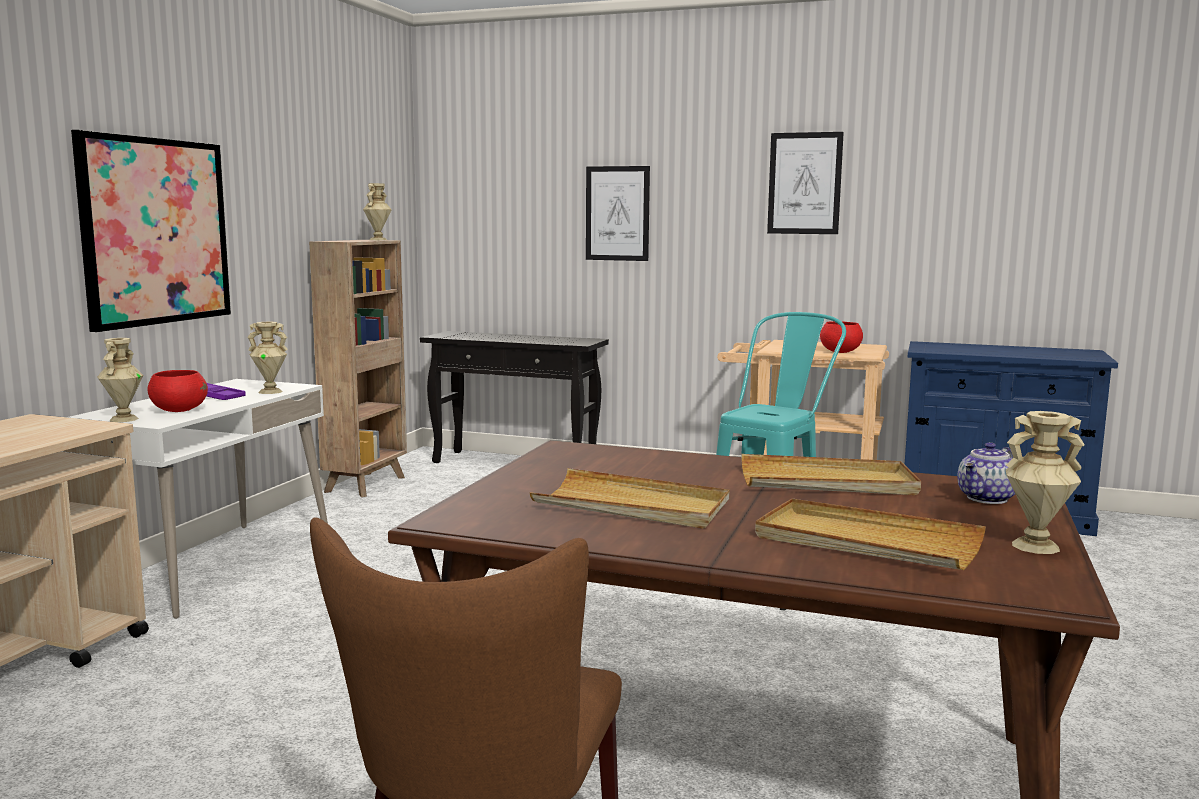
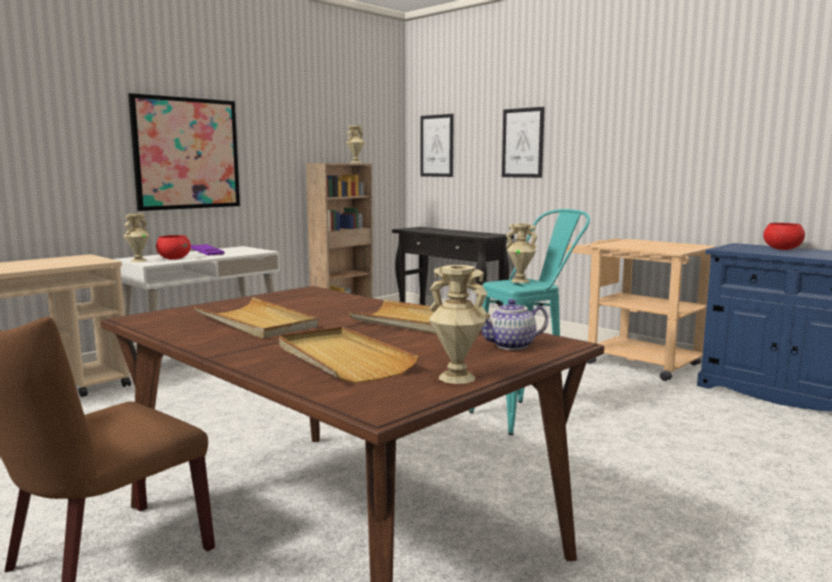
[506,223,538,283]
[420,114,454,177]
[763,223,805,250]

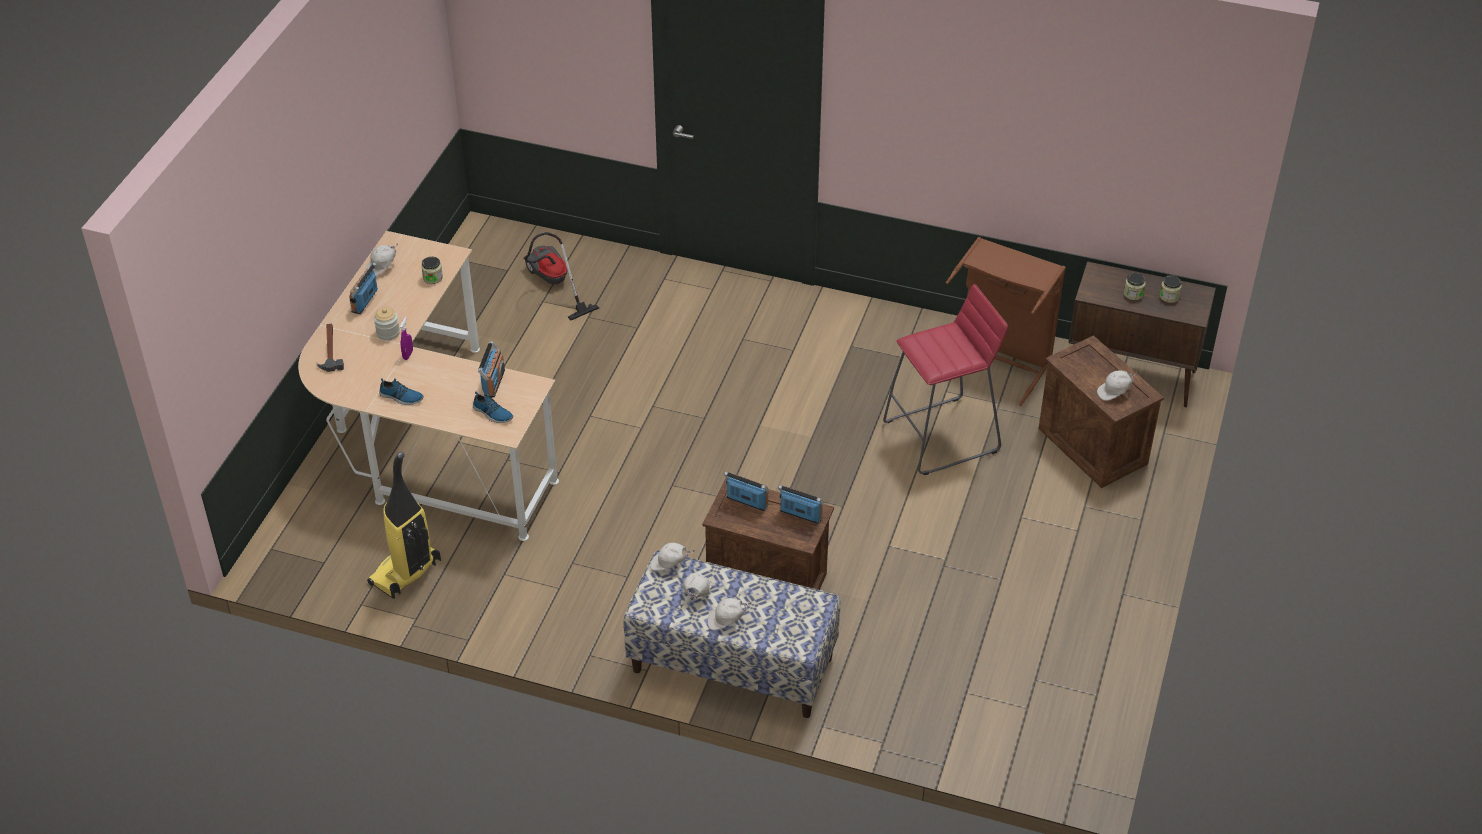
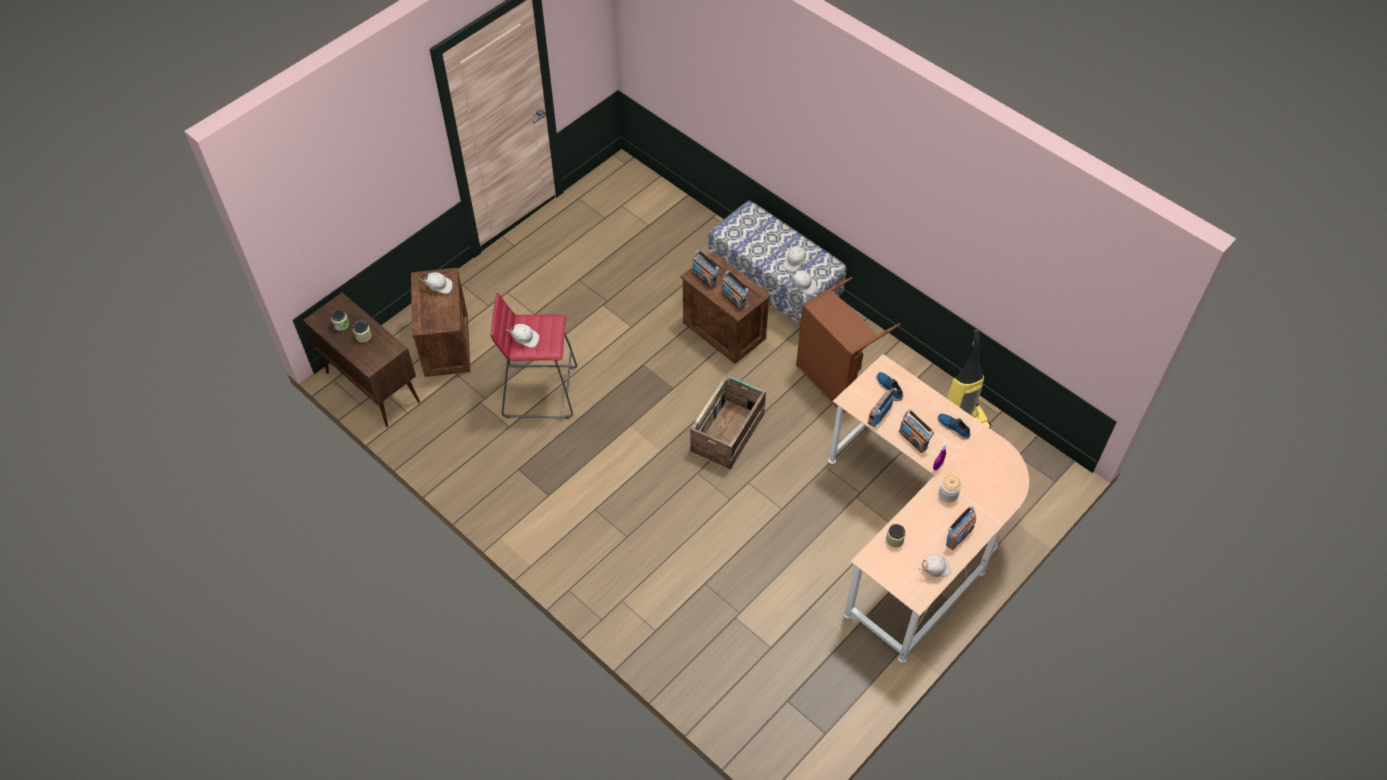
[317,324,344,372] (first image)
[523,232,599,321] (first image)
[690,374,766,469]
[899,409,934,453]
[505,324,539,348]
[796,277,900,413]

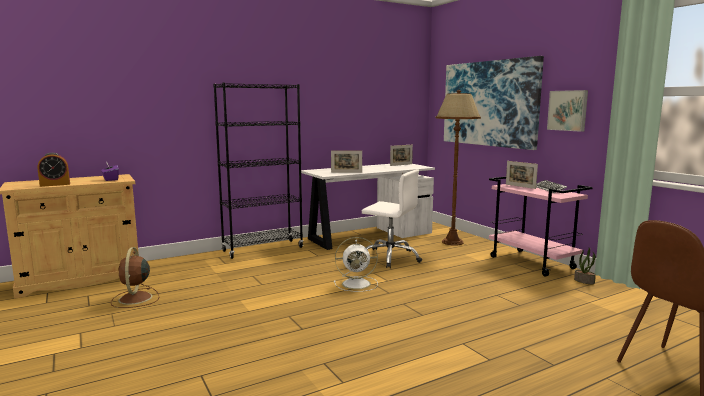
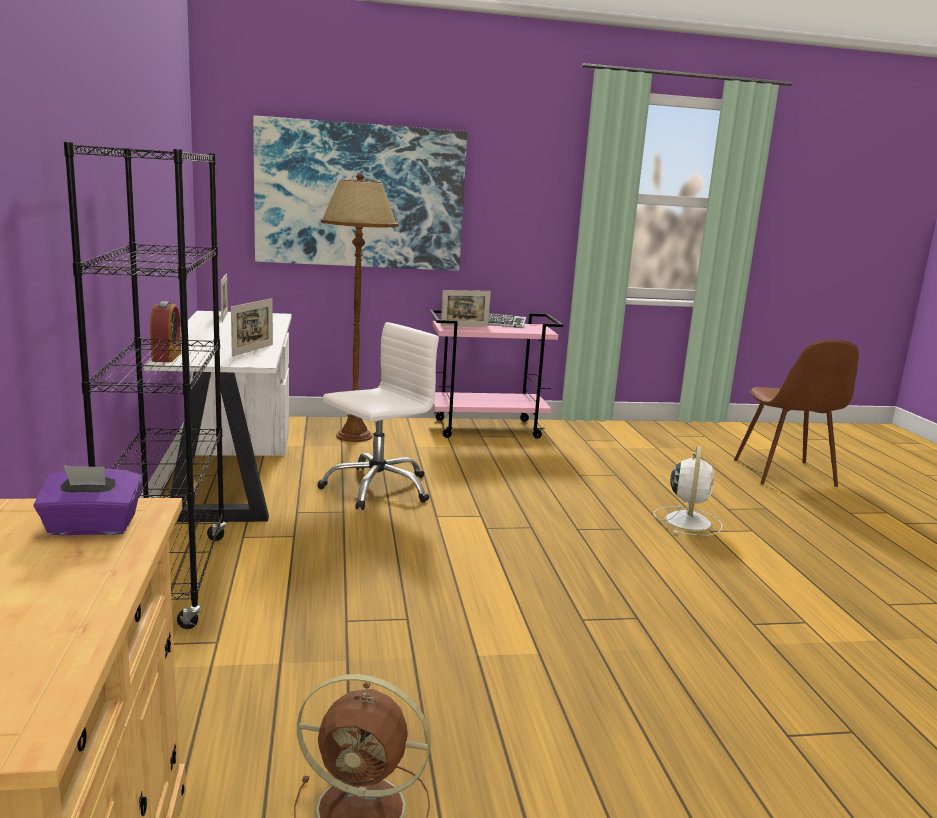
[547,90,588,132] (first image)
[574,248,596,284] (first image)
[150,301,181,362]
[654,446,722,536]

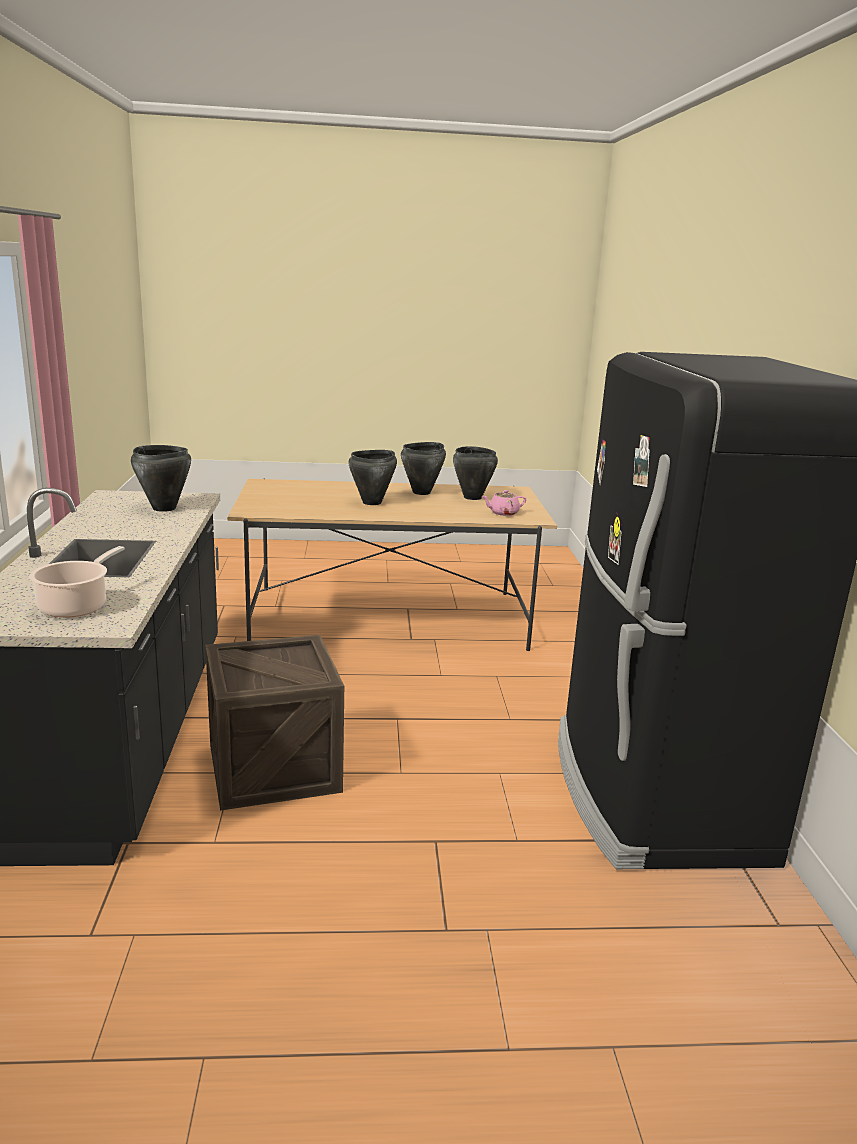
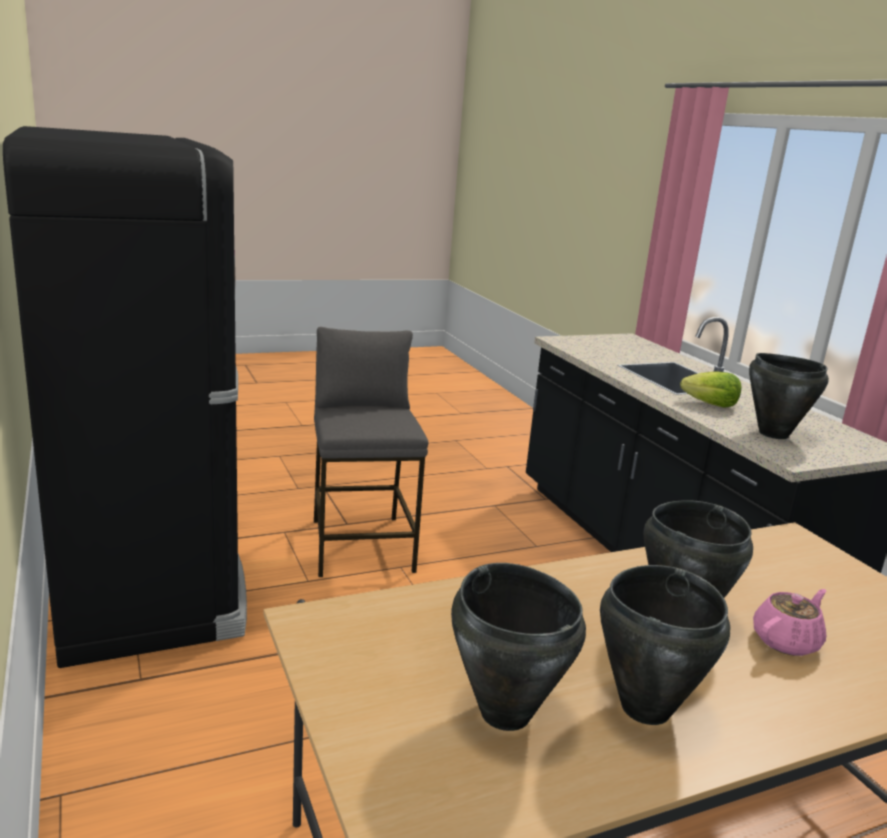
[29,546,125,618] (first image)
[205,635,344,811] (first image)
[314,327,429,577]
[680,371,742,408]
[753,589,826,656]

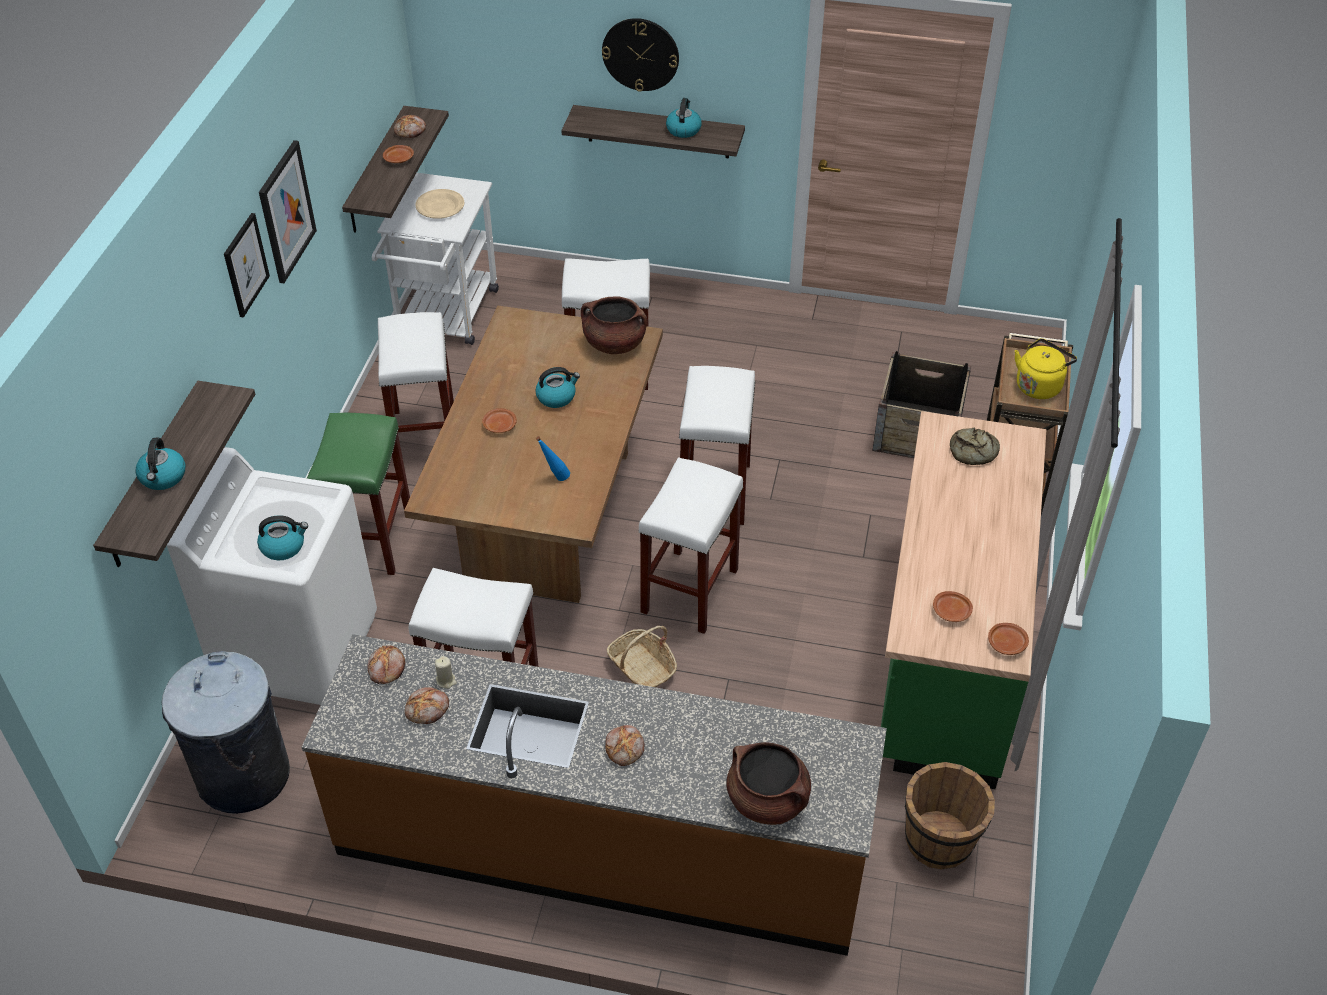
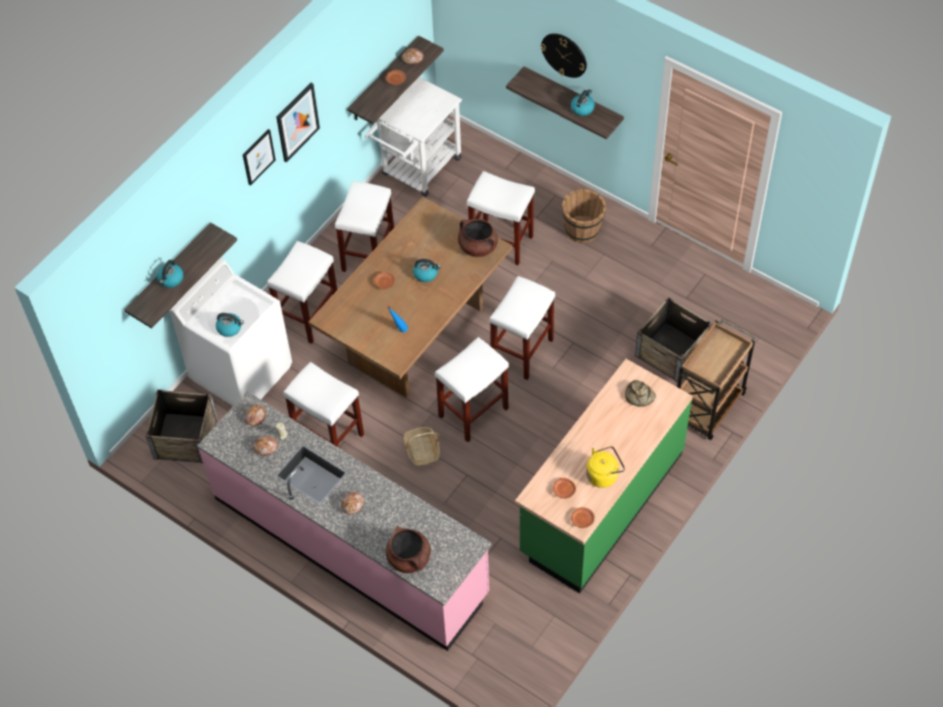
[415,189,464,219] (first image)
[562,189,607,243]
[586,446,625,488]
[145,390,218,463]
[197,391,492,651]
[267,241,337,344]

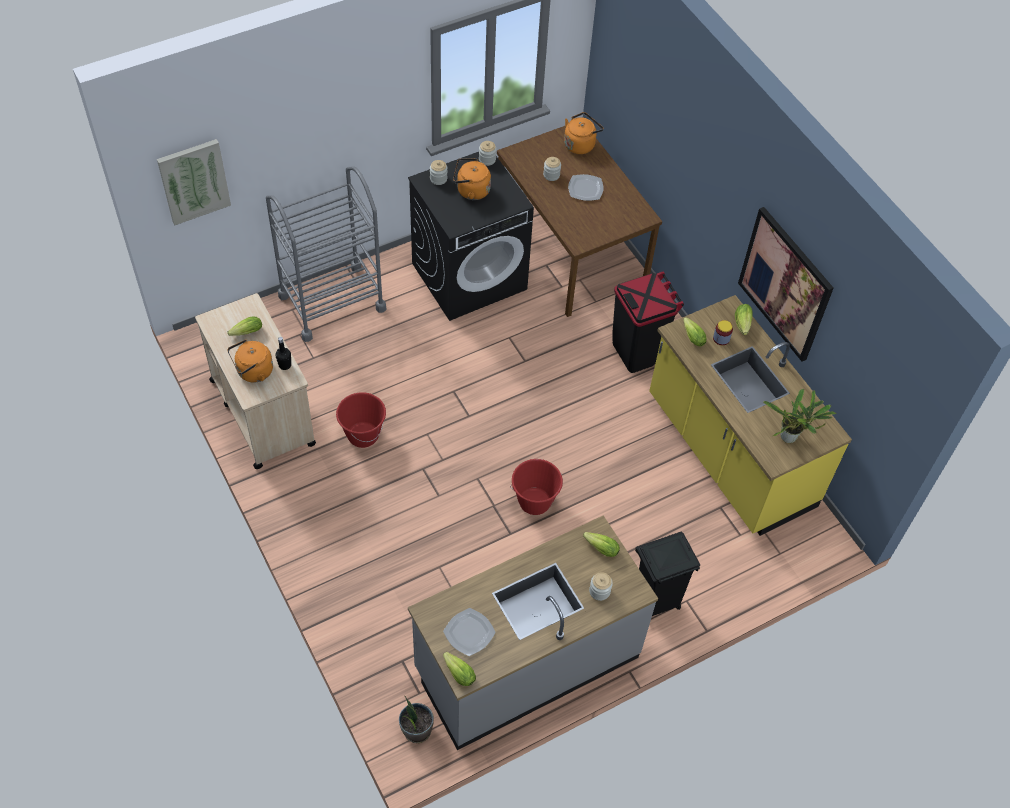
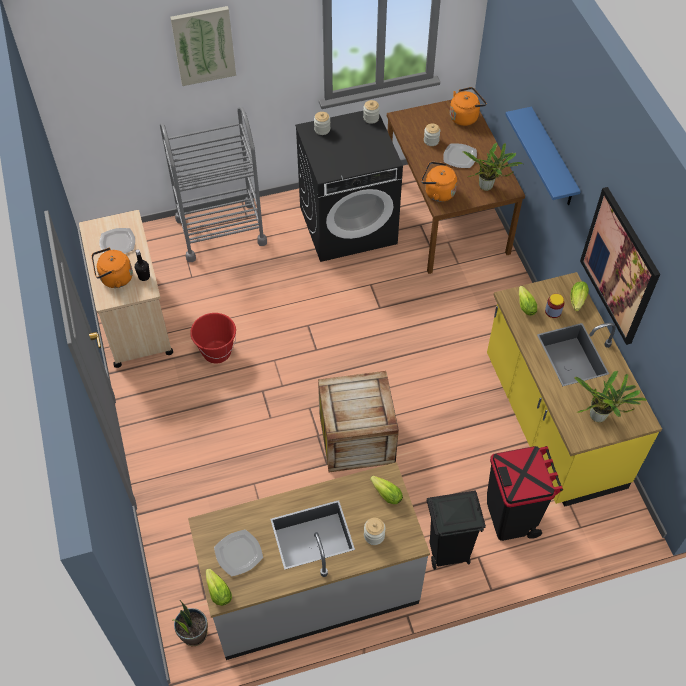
[462,143,523,191]
[505,107,581,205]
[170,6,236,86]
[421,162,457,202]
[487,446,563,541]
[99,228,135,254]
[318,371,399,473]

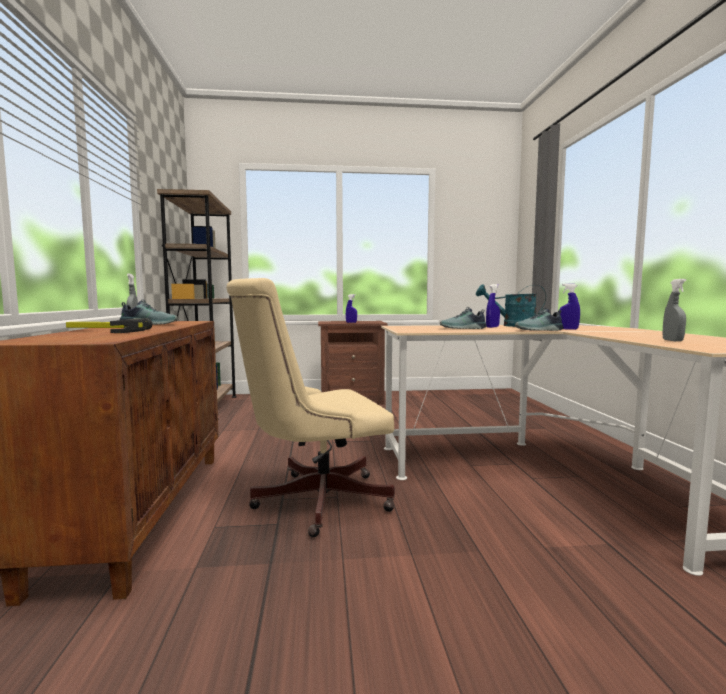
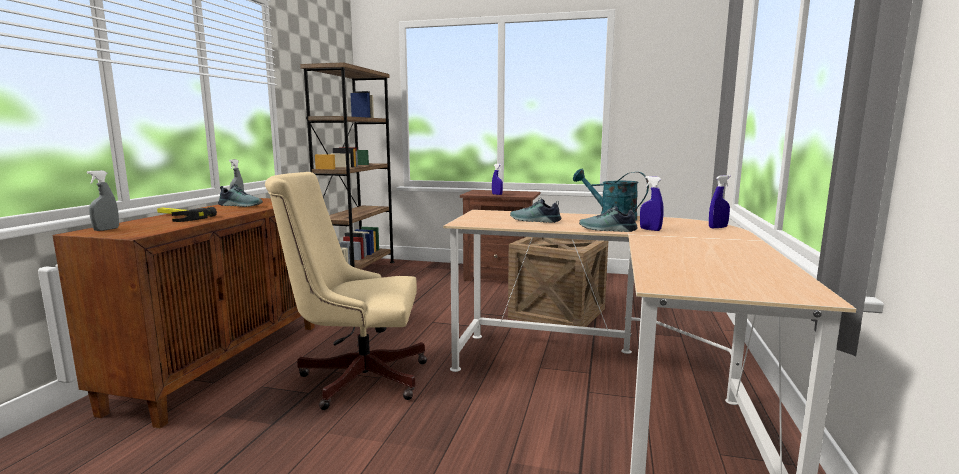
[508,237,608,327]
[709,175,731,228]
[87,170,119,231]

